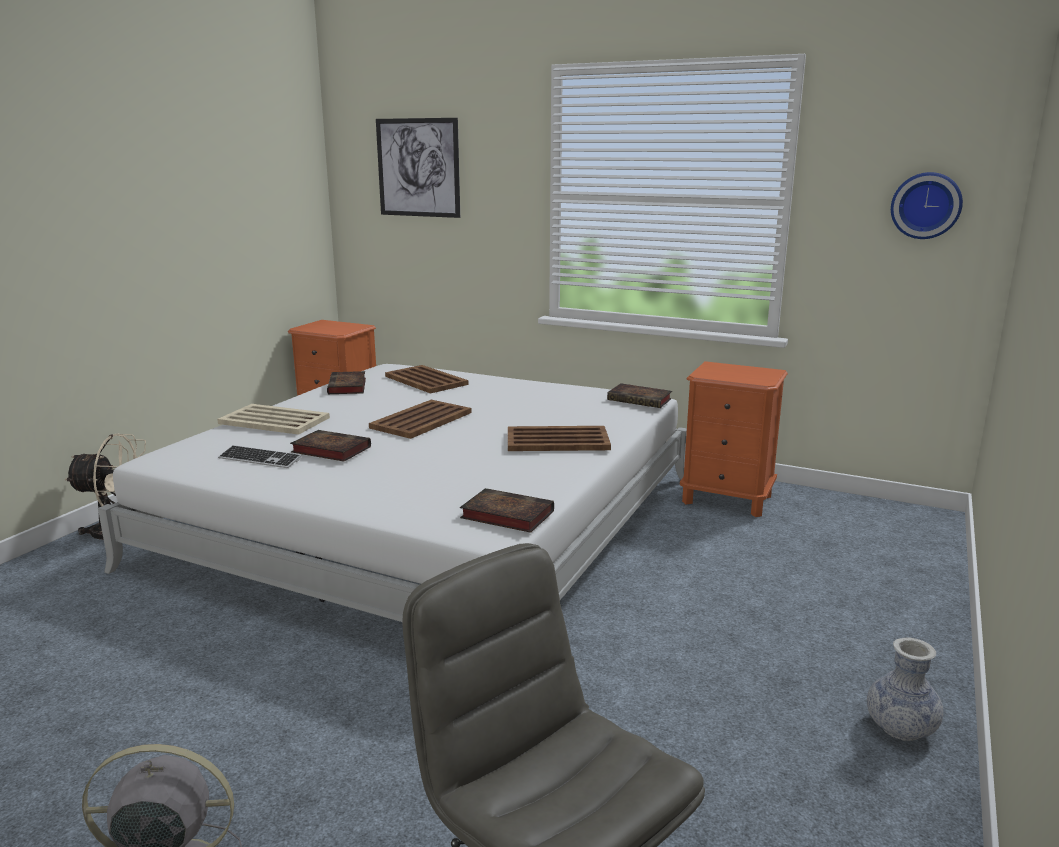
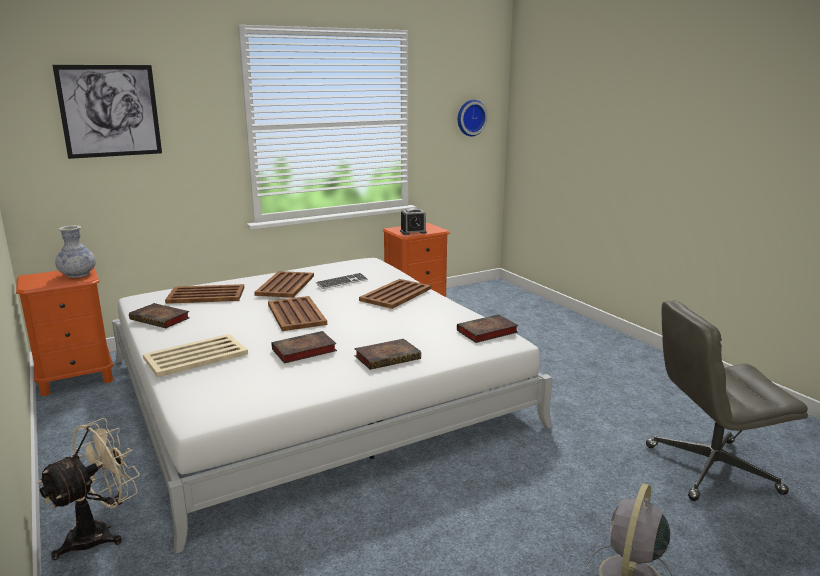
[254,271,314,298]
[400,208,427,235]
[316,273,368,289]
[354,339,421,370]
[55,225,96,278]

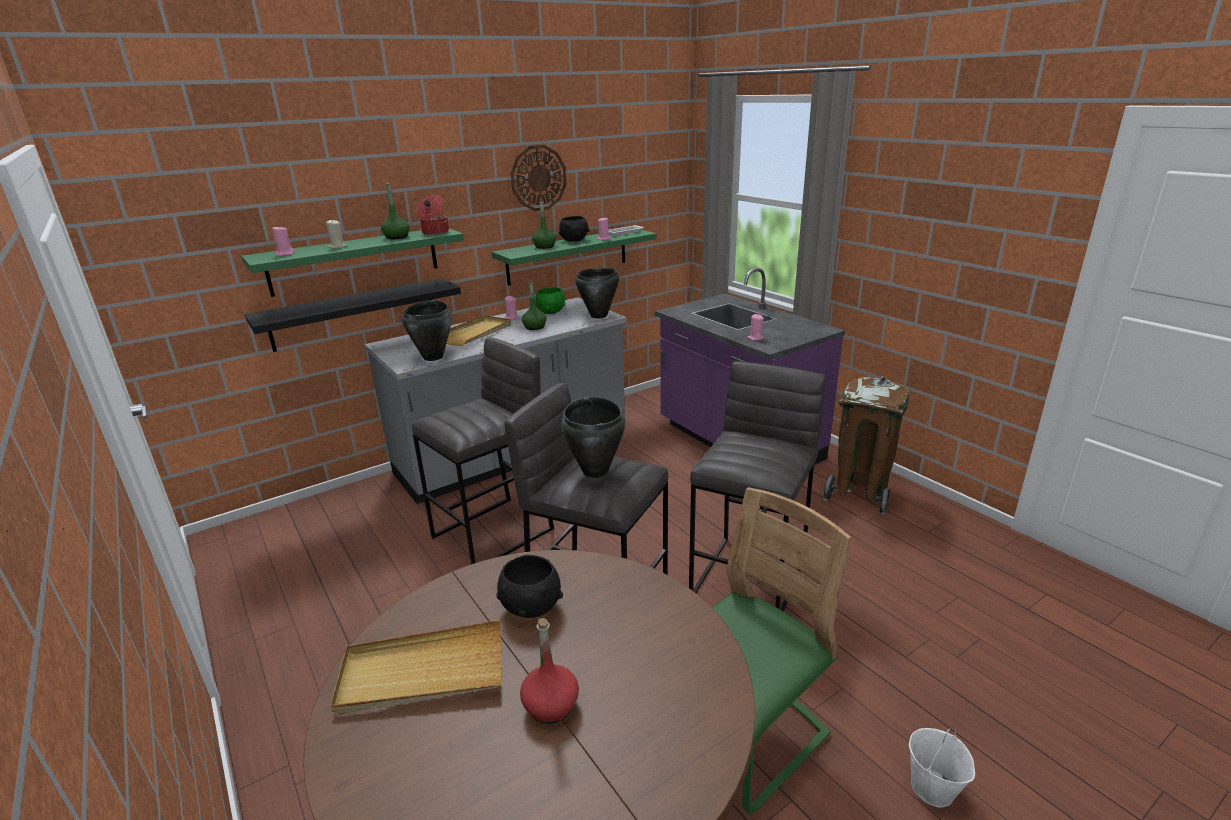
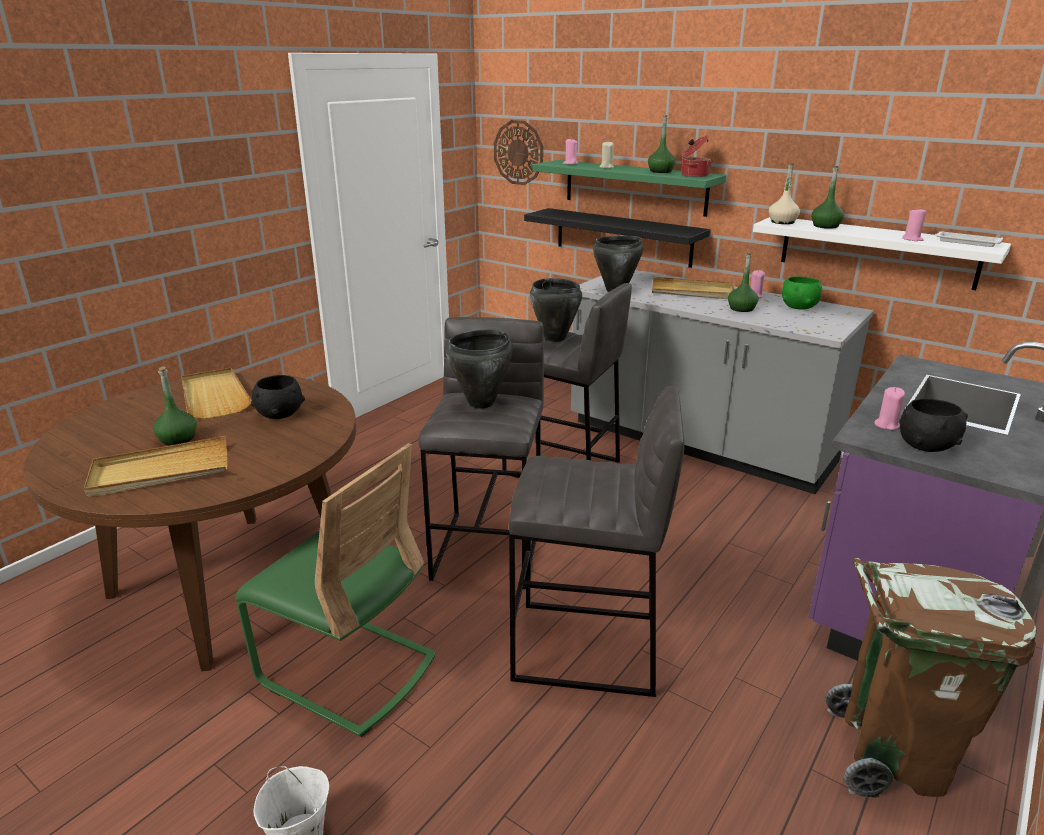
[84,436,227,497]
[769,163,800,224]
[494,120,543,185]
[899,398,968,452]
[530,278,582,342]
[753,217,1011,290]
[153,366,197,445]

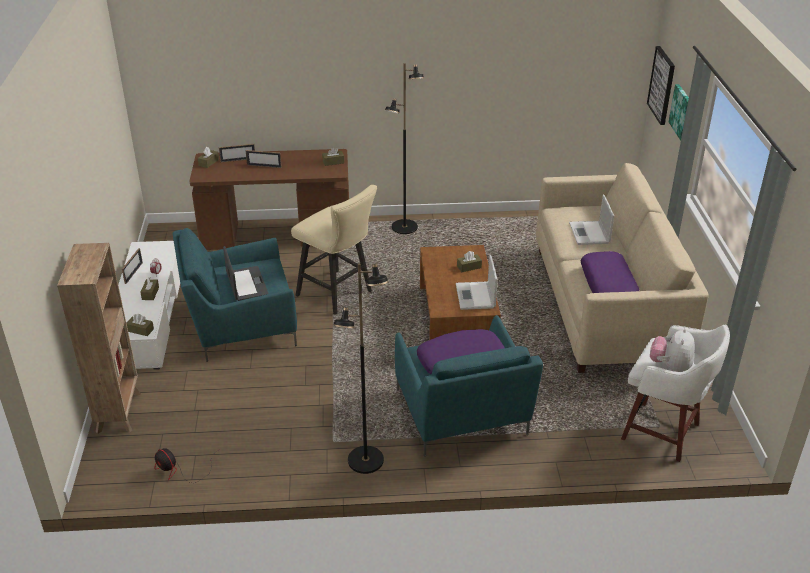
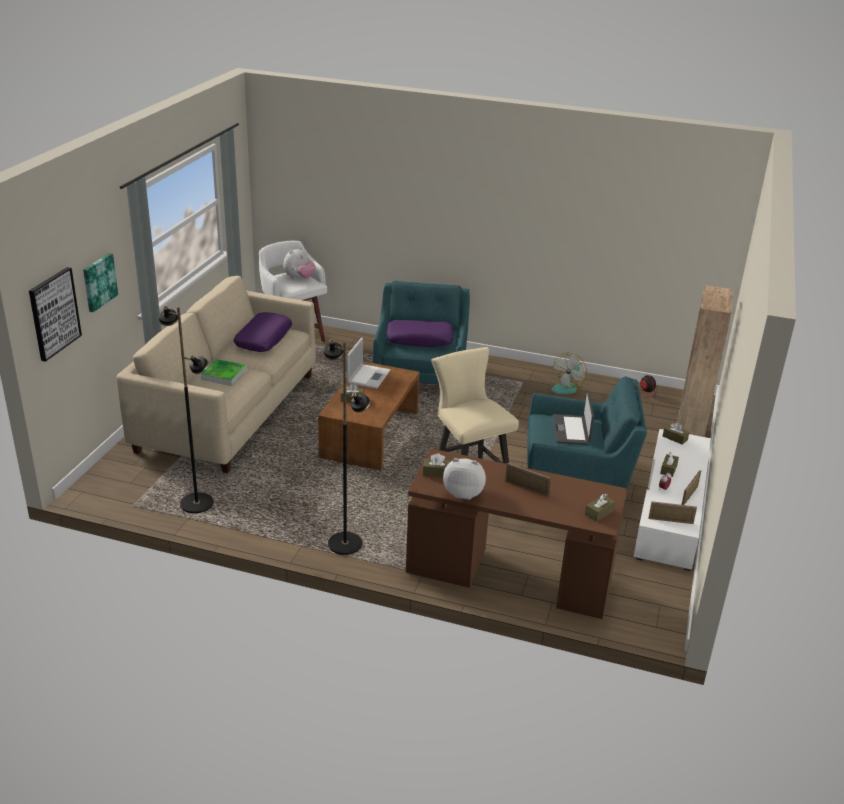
[443,458,486,500]
[551,352,587,394]
[648,501,697,524]
[159,306,214,513]
[201,359,247,386]

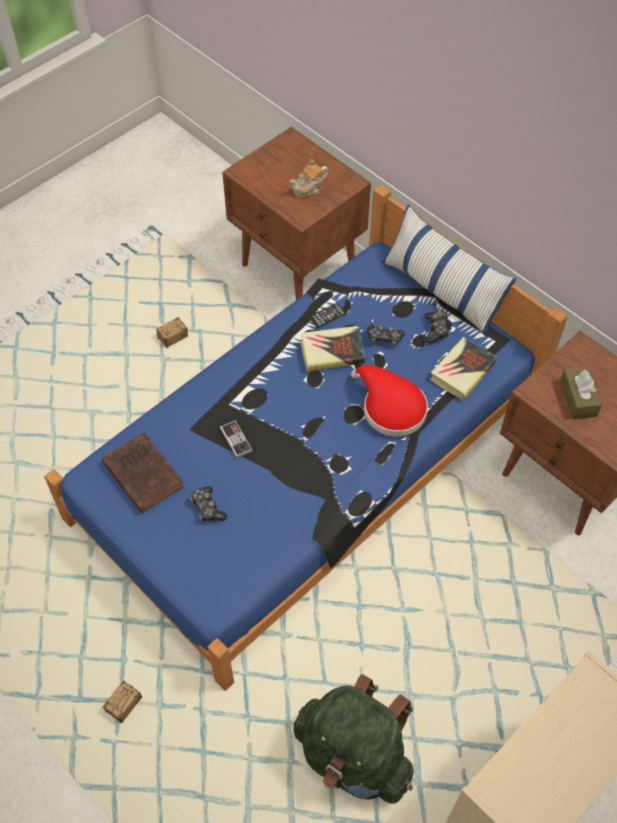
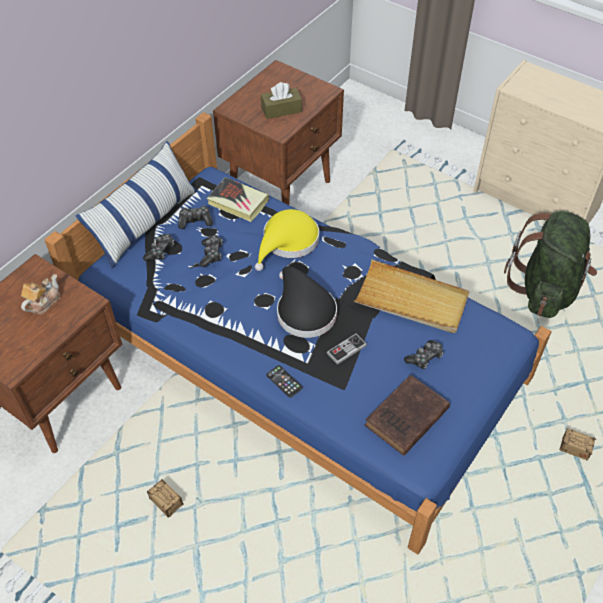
[301,326,365,372] (first image)
[143,234,174,261]
[277,266,337,338]
[354,260,469,333]
[266,365,303,398]
[255,209,319,271]
[21,274,60,315]

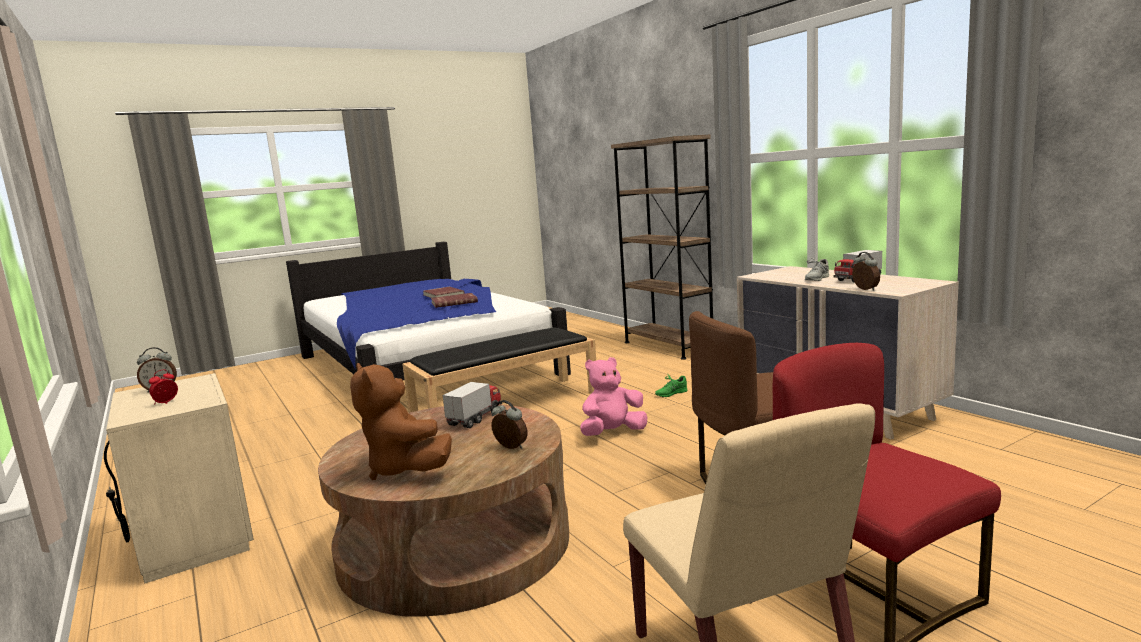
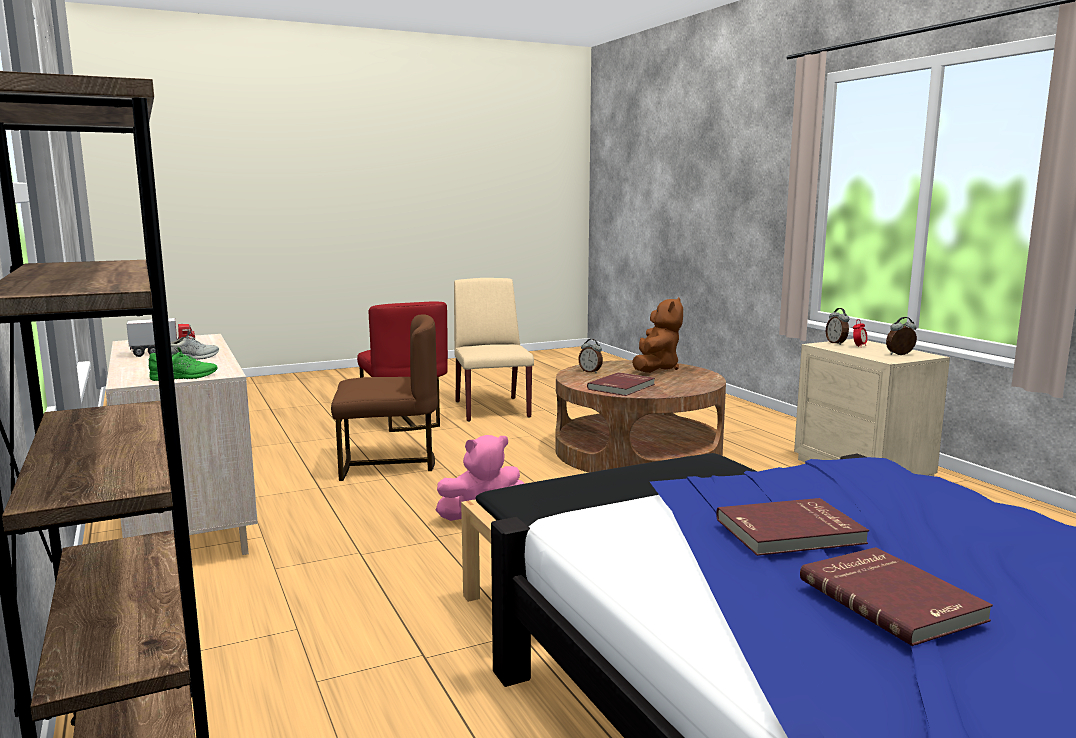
[149,347,218,381]
[826,308,849,345]
[587,372,655,396]
[632,297,683,373]

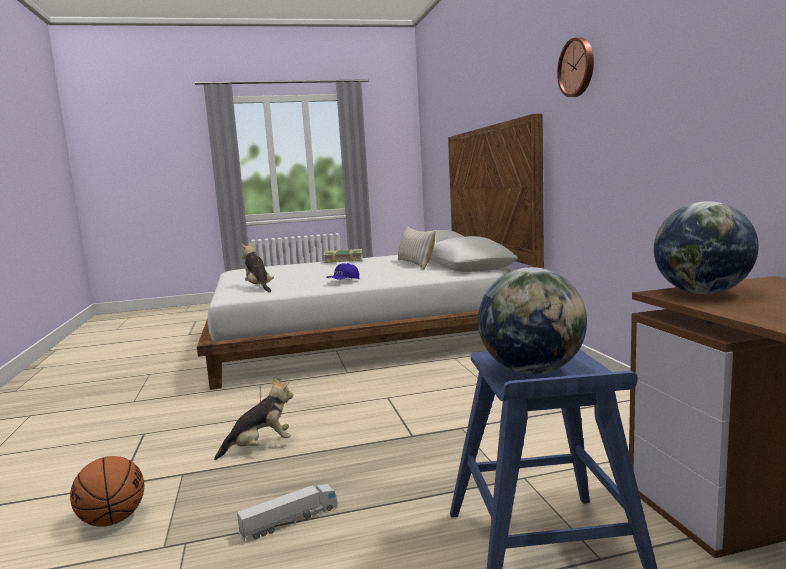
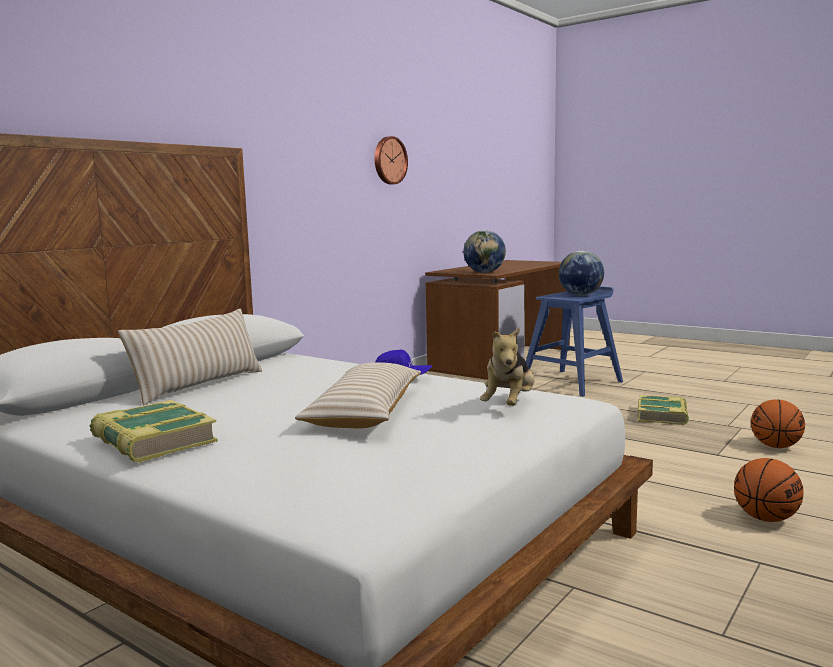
[214,377,293,460] (first image)
[295,362,421,428]
[734,458,804,522]
[375,136,408,184]
[638,395,689,425]

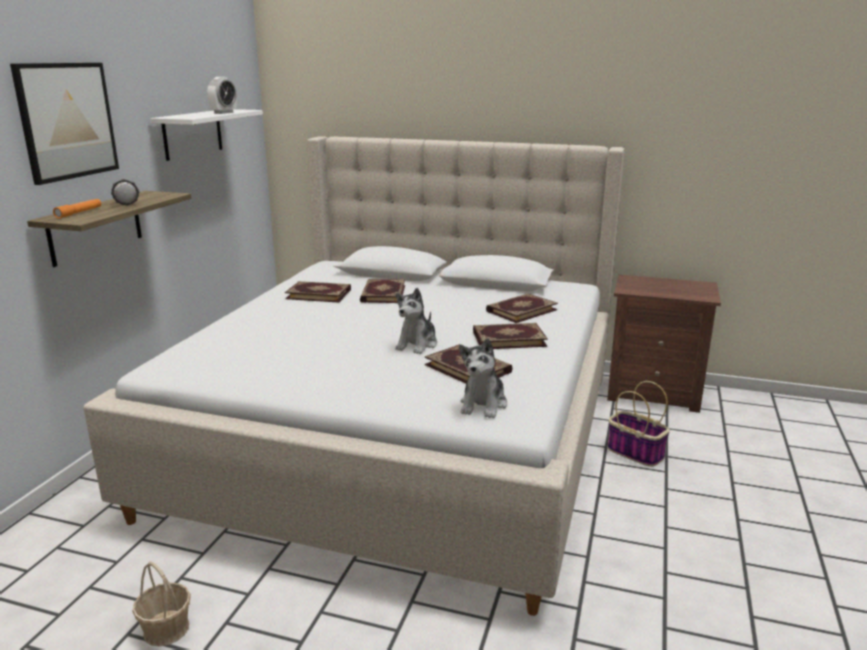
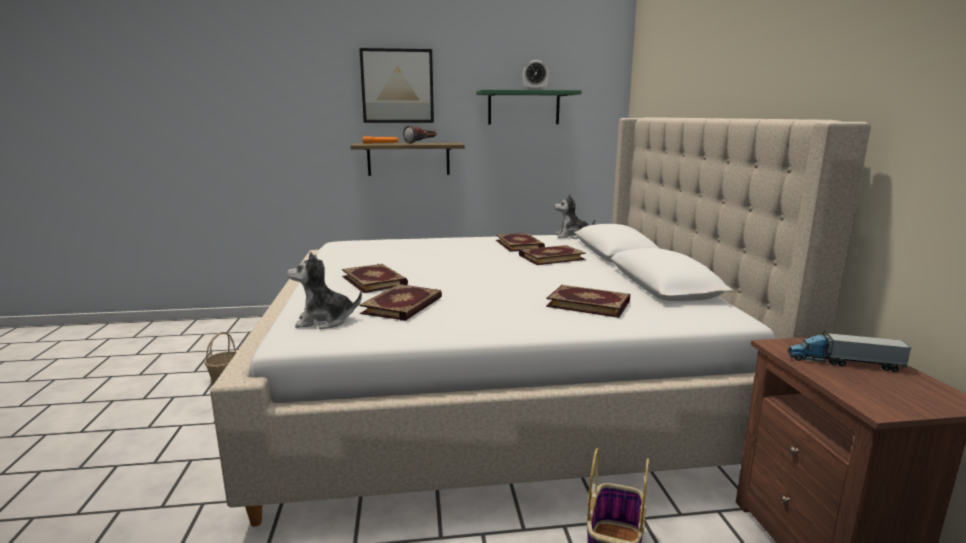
[787,331,912,372]
[554,194,595,239]
[342,264,408,293]
[476,90,582,124]

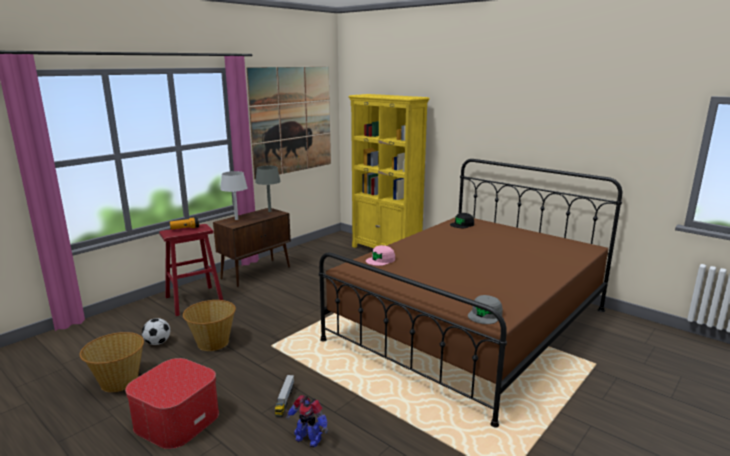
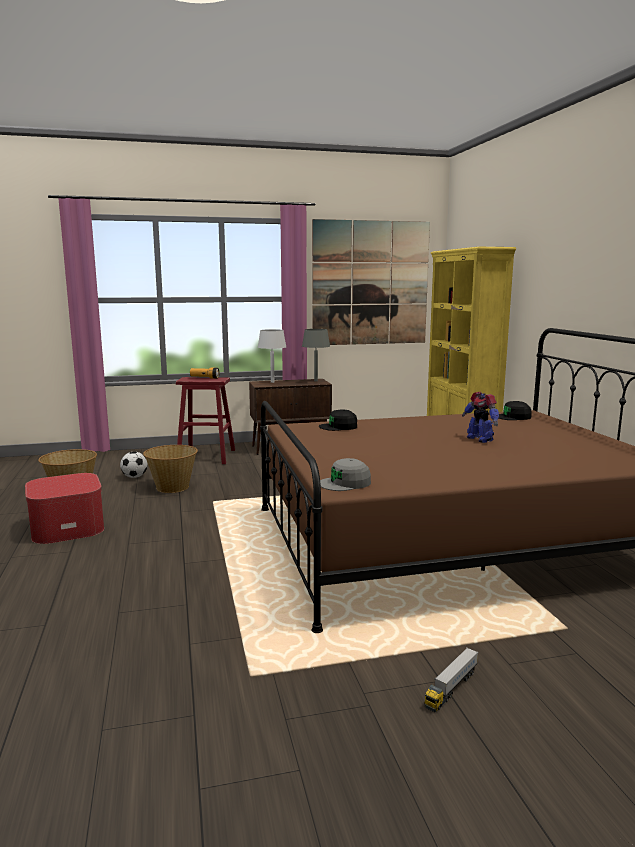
[424,647,478,712]
[462,392,499,443]
[319,409,357,431]

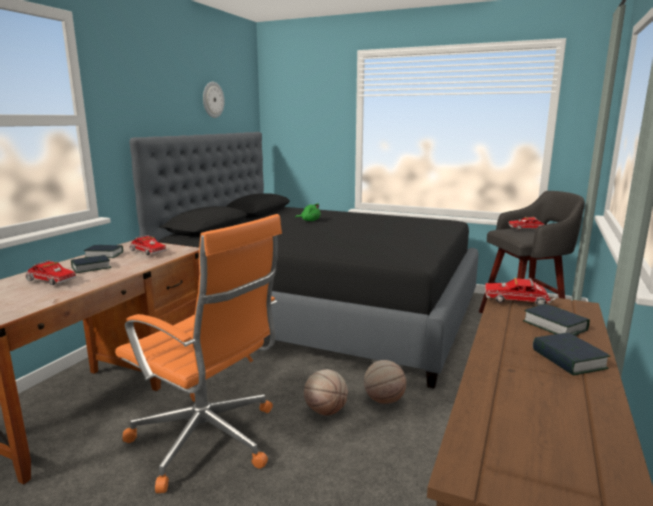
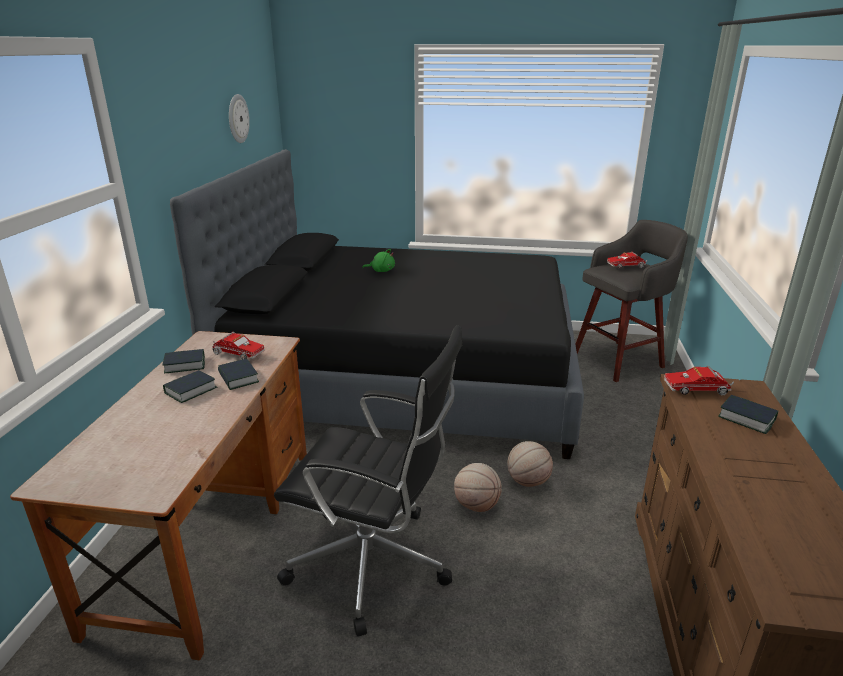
[26,260,76,285] (first image)
[218,359,259,390]
[274,325,463,637]

